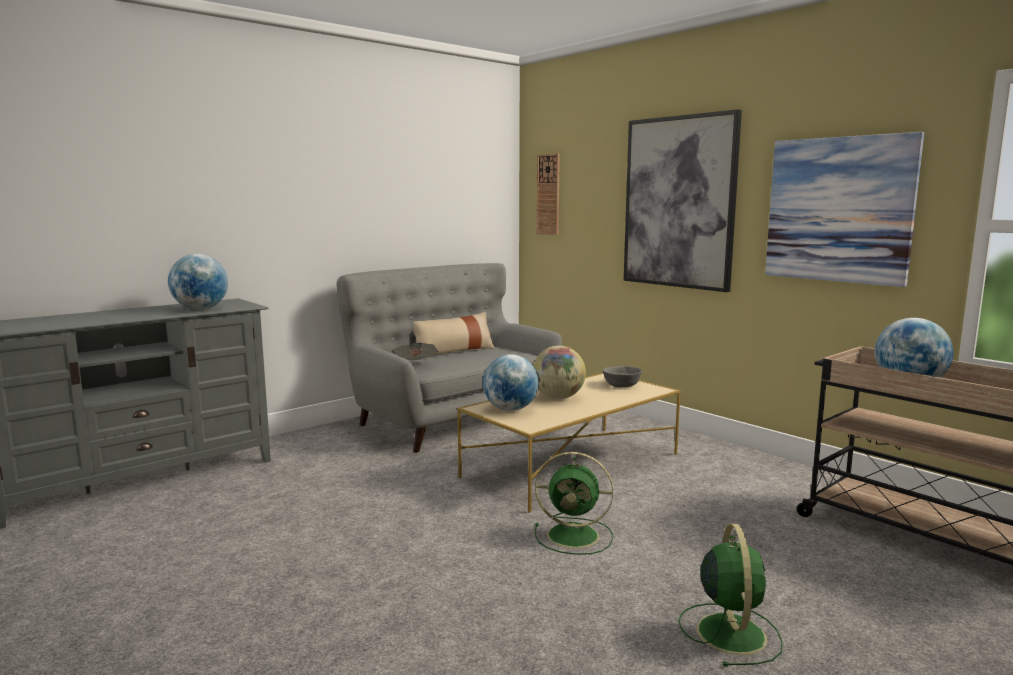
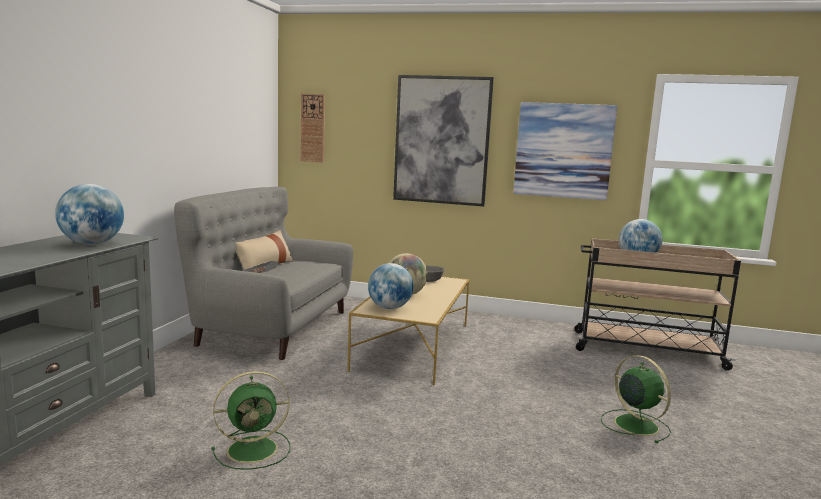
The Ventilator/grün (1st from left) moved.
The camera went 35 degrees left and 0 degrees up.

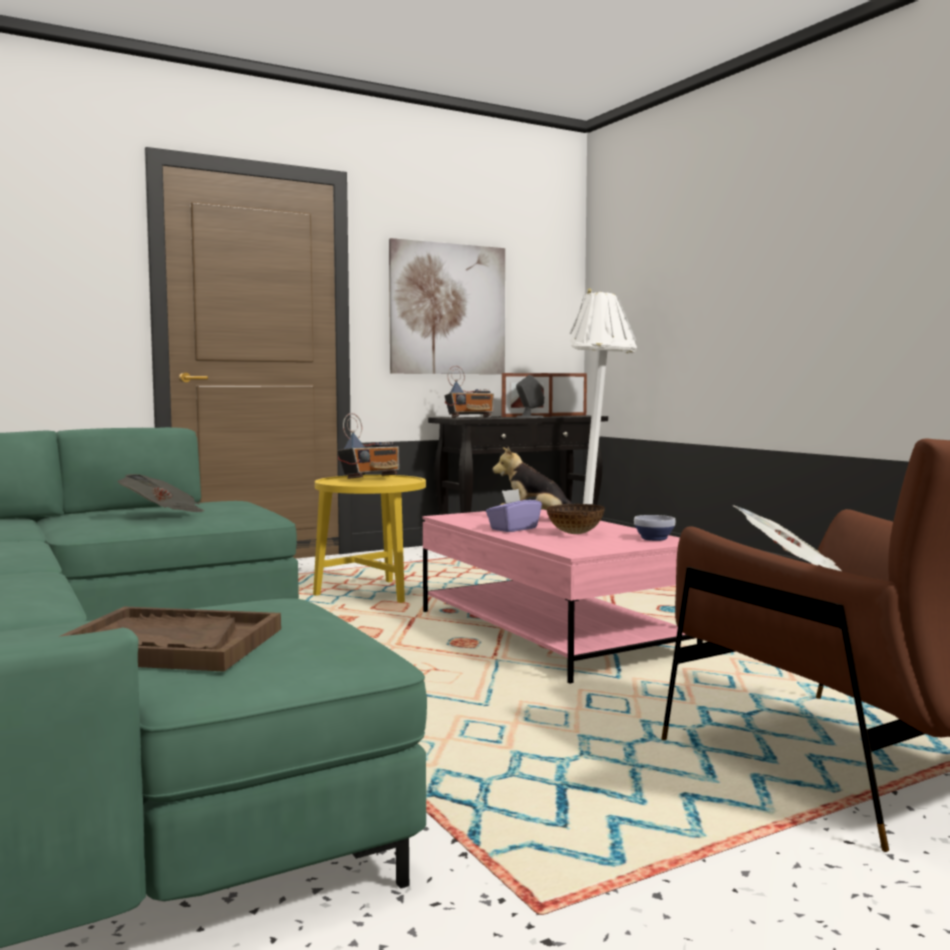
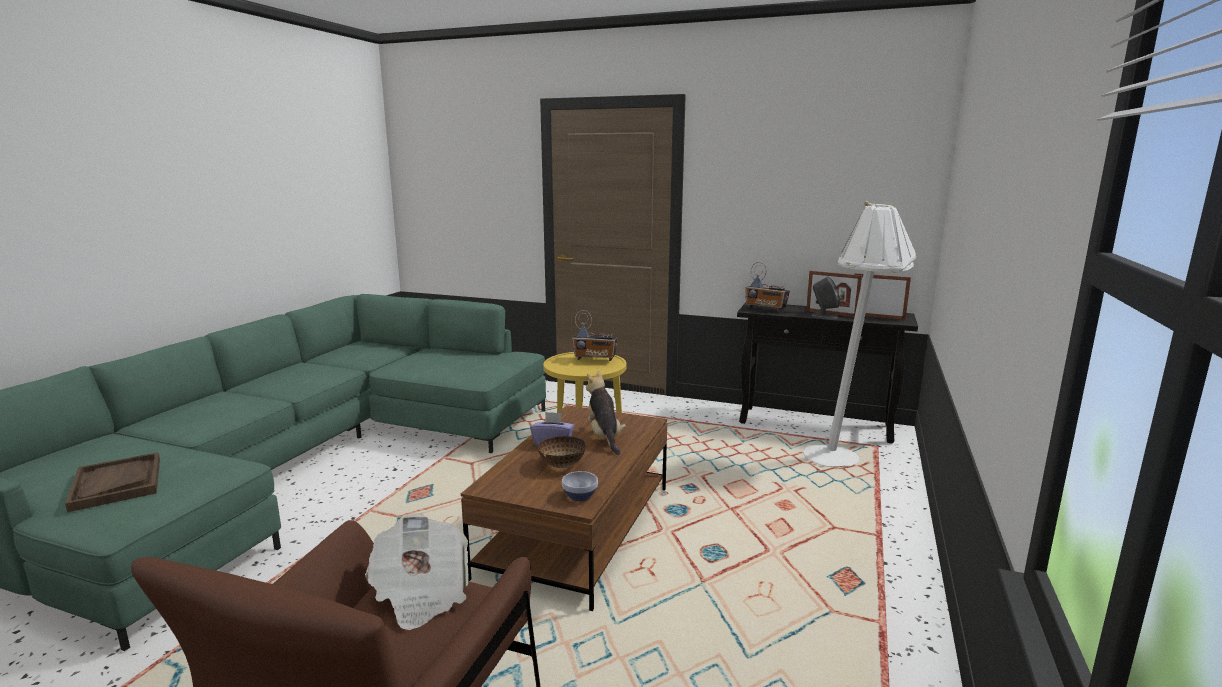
The Zeitung (1st from left) disappeared.
The Bild disappeared.
The Couchtisch/rosa became the Couchtisch/braun.
The camera went 50 degrees right and 10 degrees up.

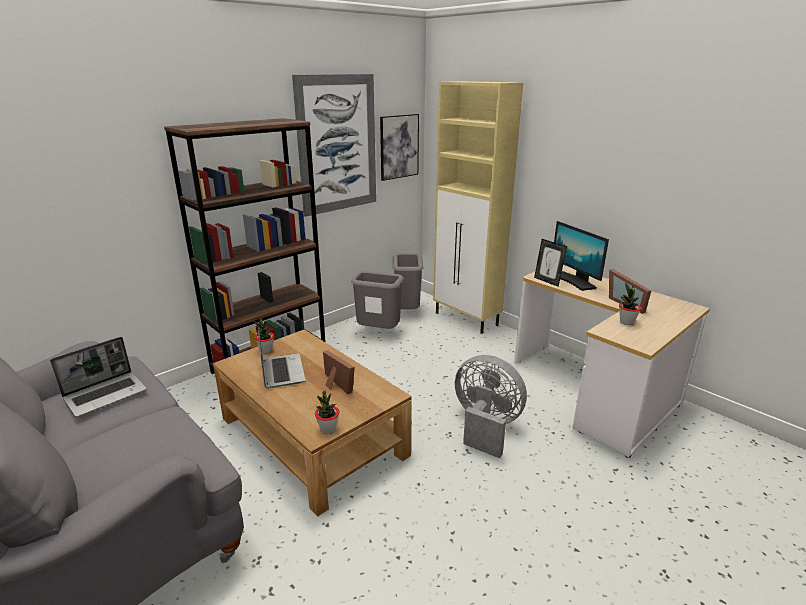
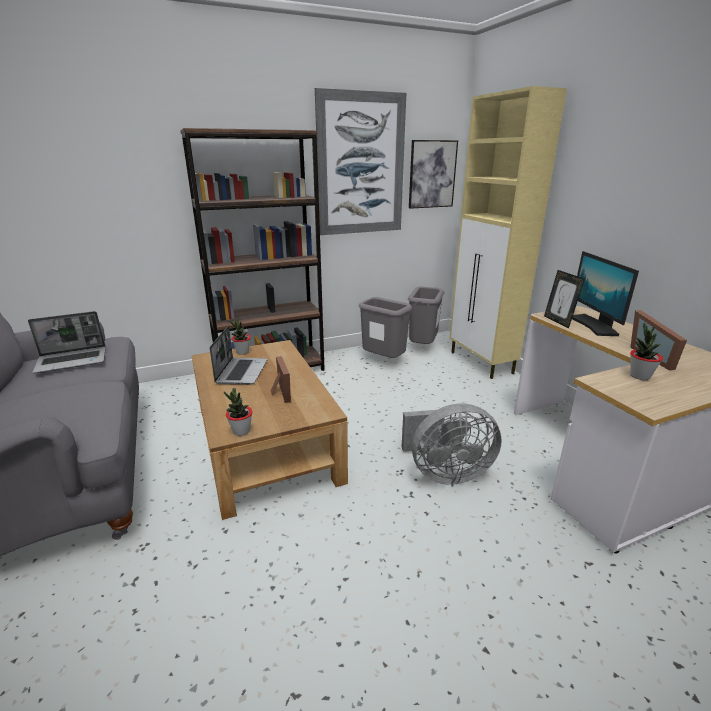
The Ventilator/grau turned 120 degrees clockwise.
The camera went 20 degrees right and 0 degrees up.

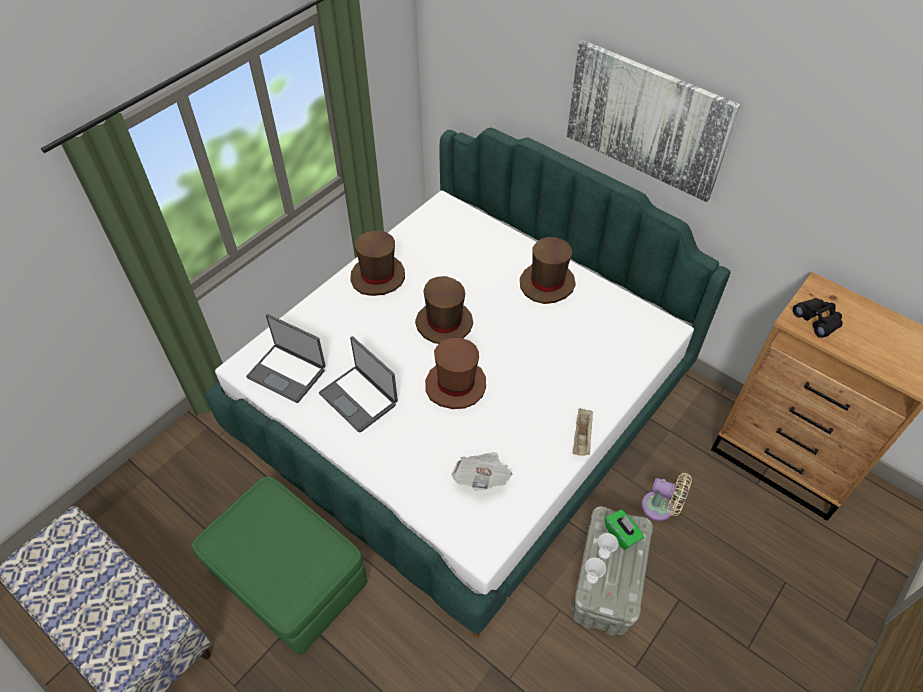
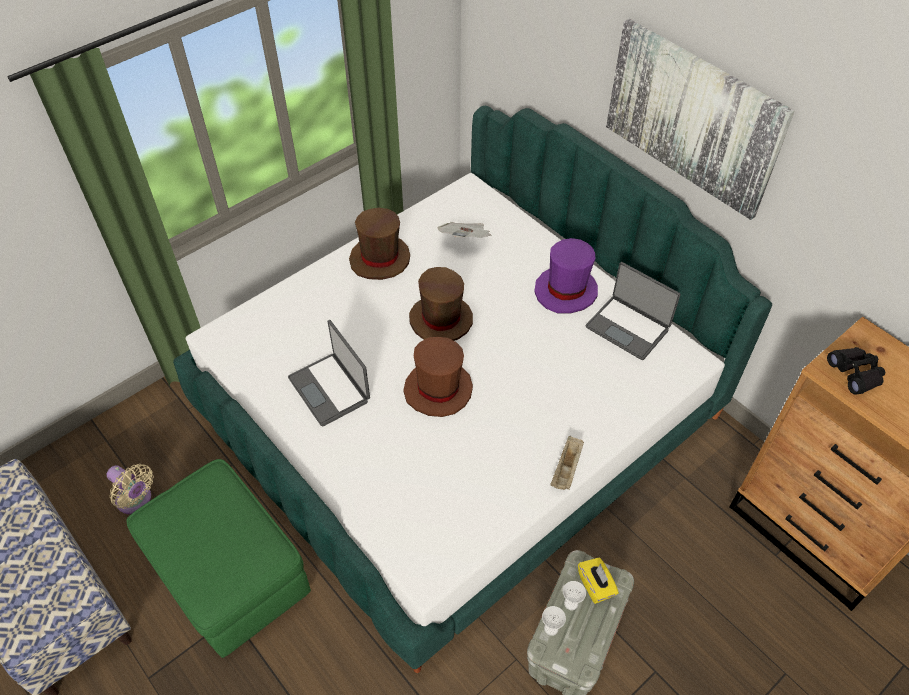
The Laptop (1st from left in the first image) moved.
The Zeitung moved.
The Ventilator/beige moved.
The Hut/braun (4th from left) became the Hut/lila.
The Taschentuchbox/grün became the Taschentuchbox/gelb.
The camera went 10 degrees right and 0 degrees up.

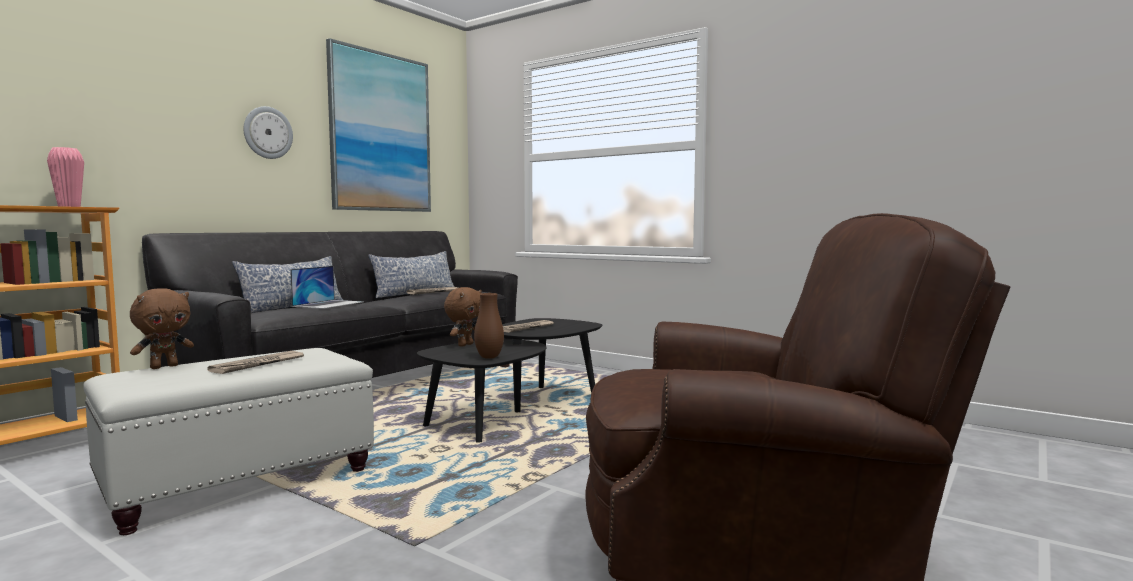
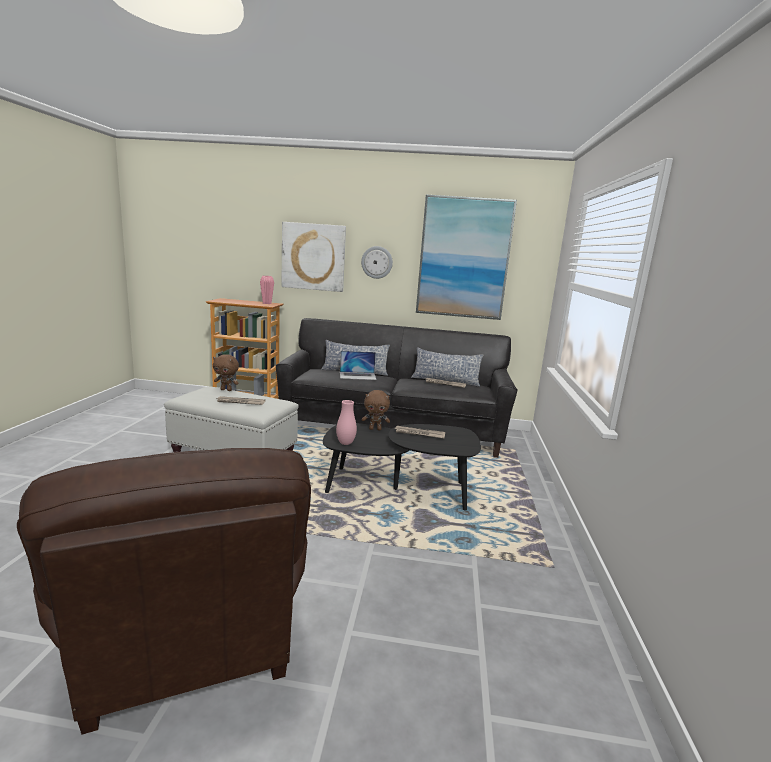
The Bild (1st from left) appeared.
The Vase/braun became the Vase/rosa (2nd from left).
The camera went 60 degrees right and 10 degrees up.

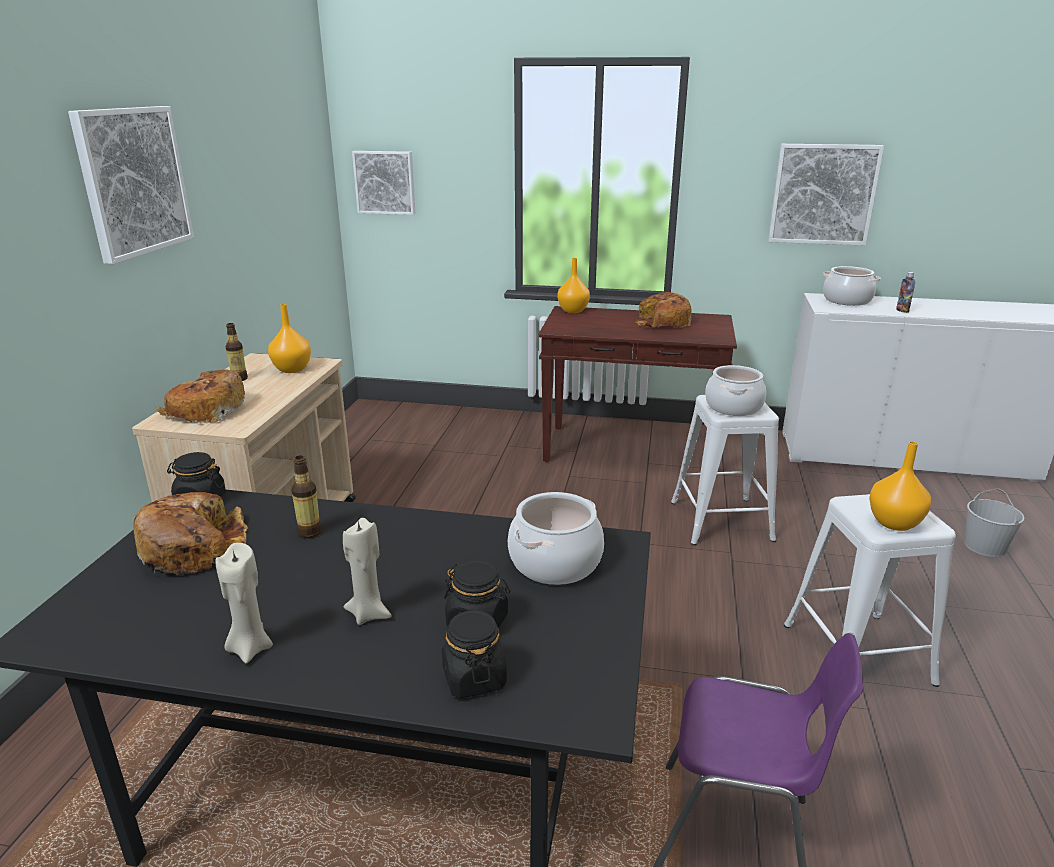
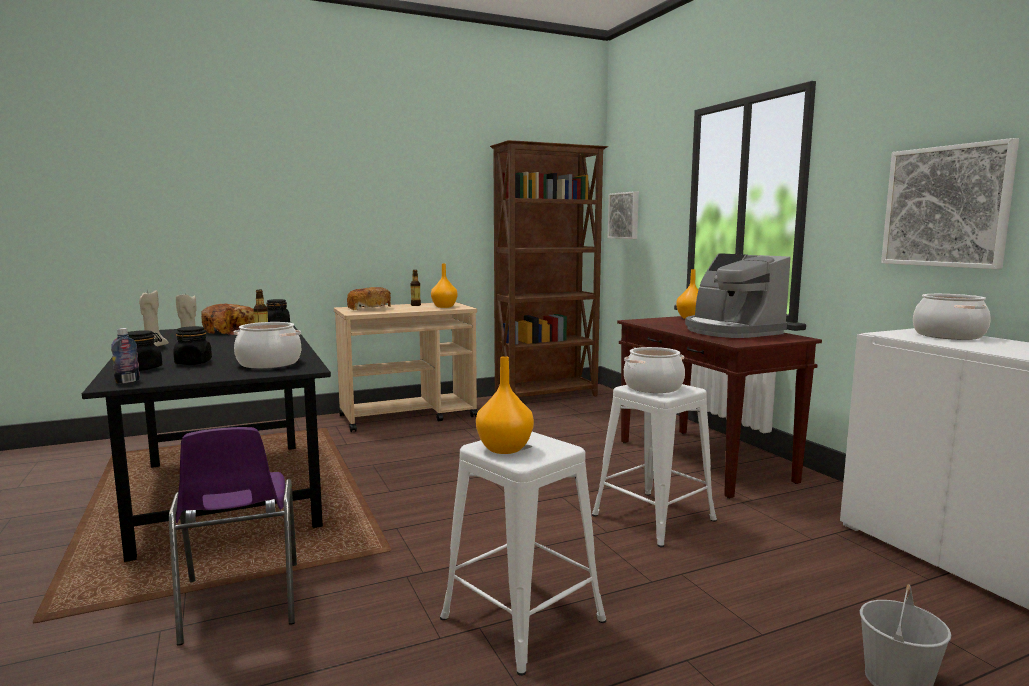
The Bild (1st from left) disappeared.
The Bücherregal/braun appeared.
The Flasche (3rd from left in the first image) moved.
The Brot (3rd from left) was replaced by the Kaffeemaschine.
The camera went 55 degrees right and 15 degrees down.

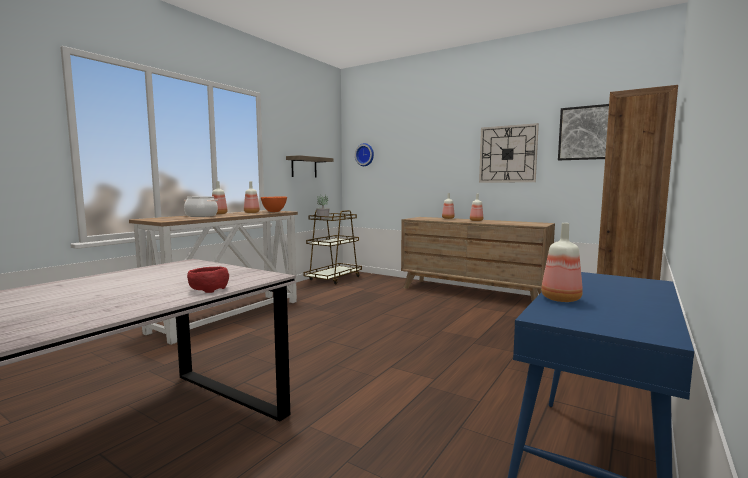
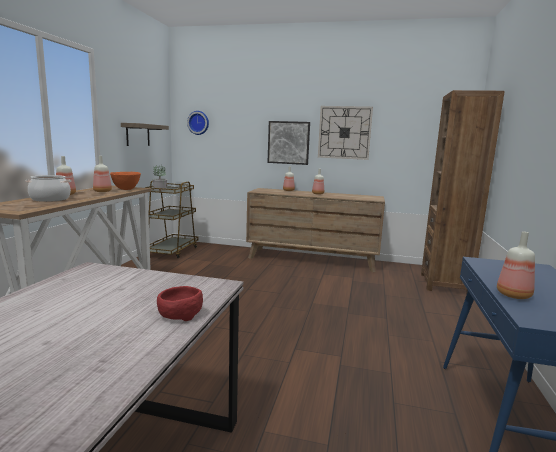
The Bild moved.
The camera went 20 degrees left and 5 degrees up.

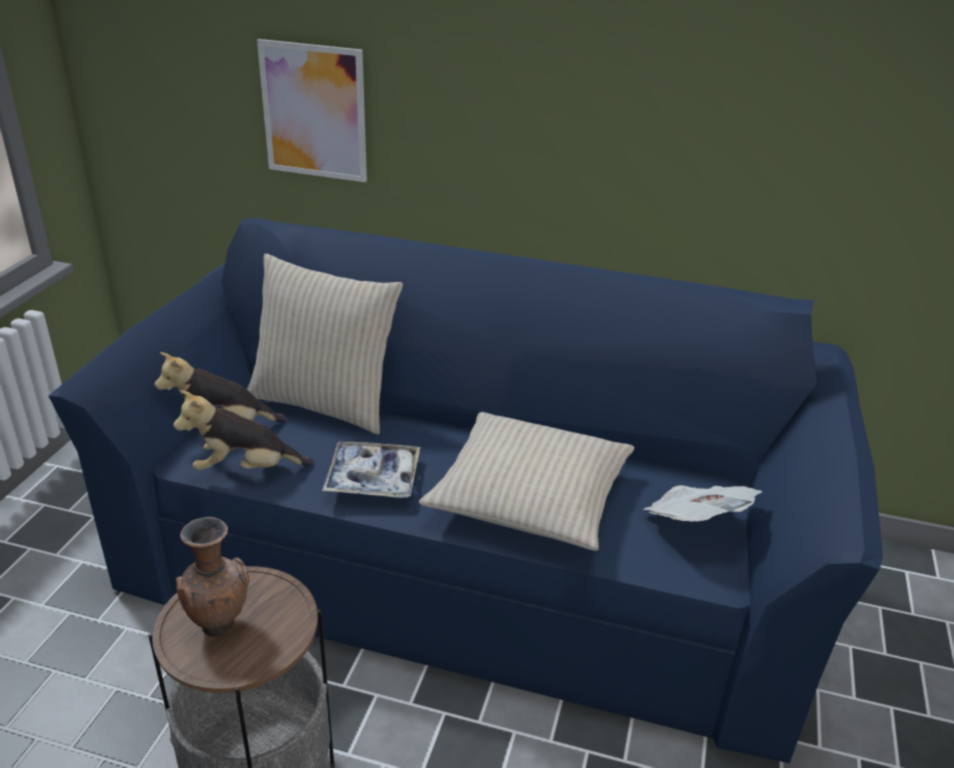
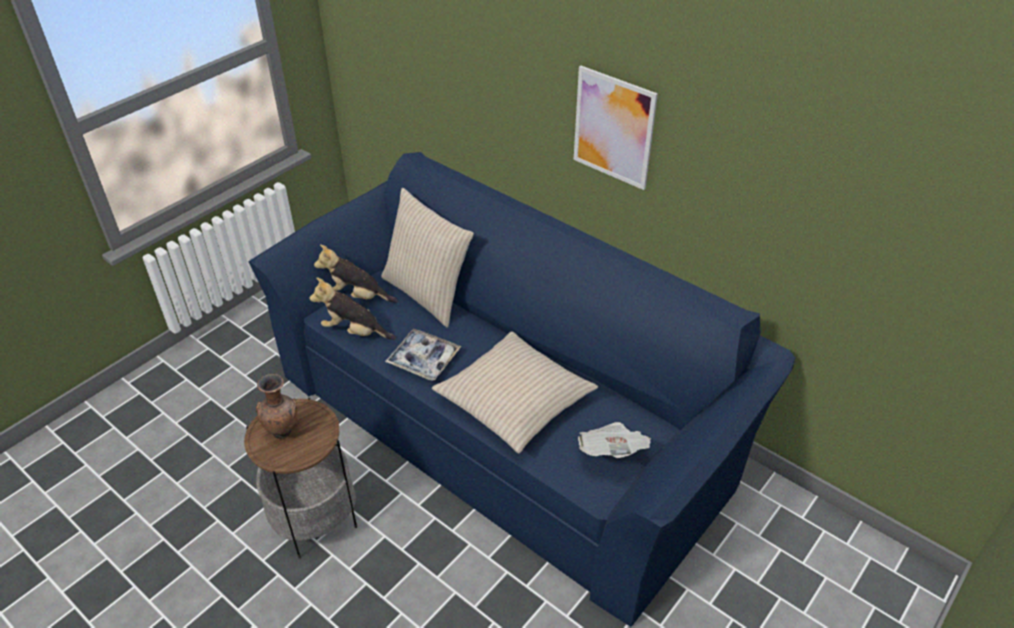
The Bild moved.
The camera went 25 degrees right and 10 degrees up.

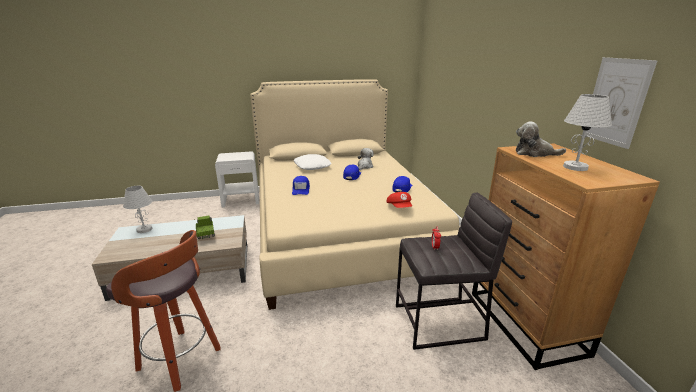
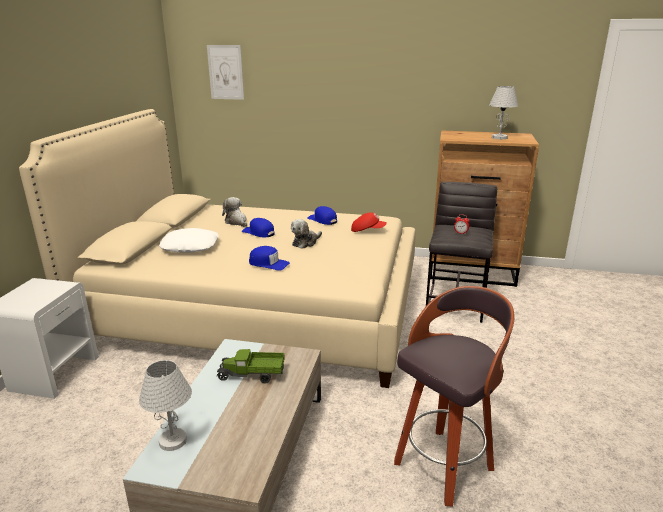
The Plüschtier (2nd from left) moved.
The Bild moved.
The camera went 65 degrees left and 0 degrees up.

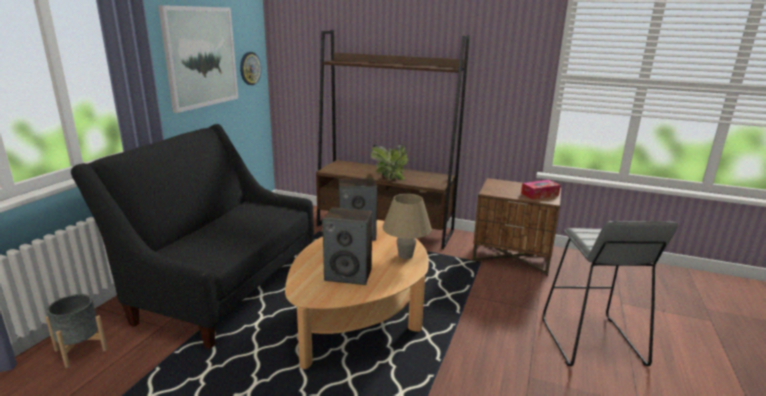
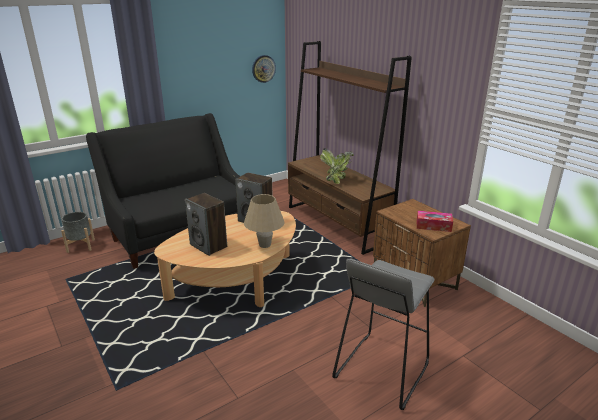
The Bild disappeared.
The camera went 35 degrees right and 5 degrees up.

